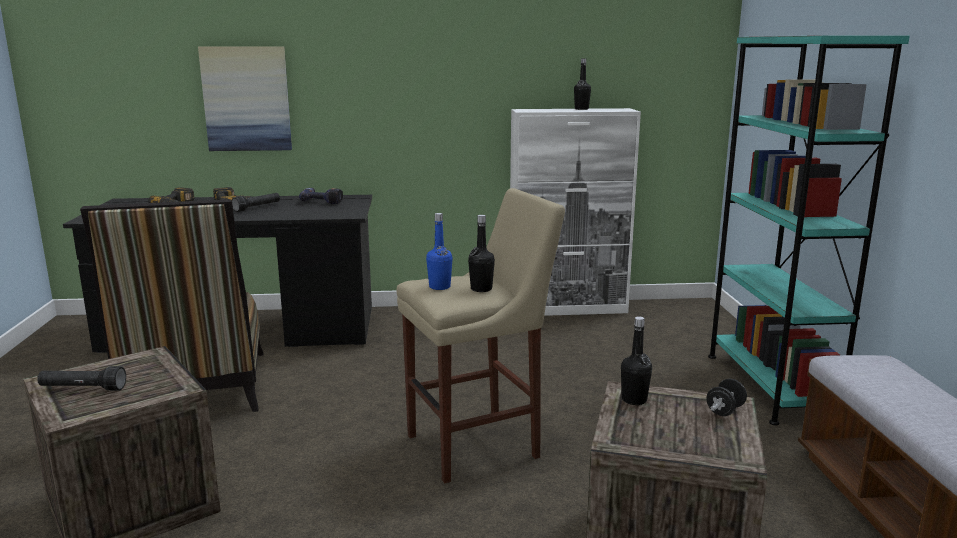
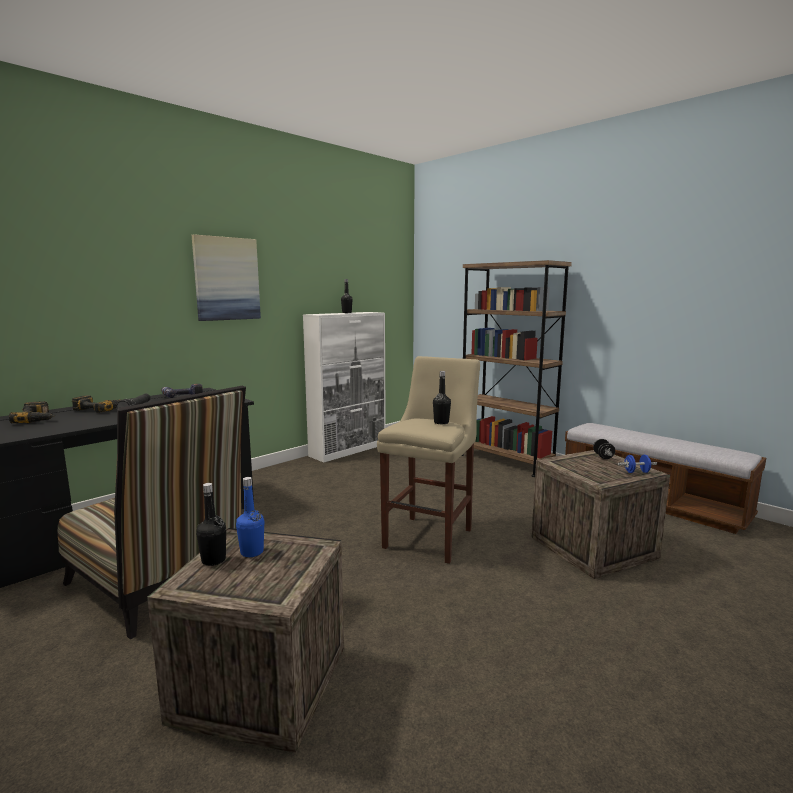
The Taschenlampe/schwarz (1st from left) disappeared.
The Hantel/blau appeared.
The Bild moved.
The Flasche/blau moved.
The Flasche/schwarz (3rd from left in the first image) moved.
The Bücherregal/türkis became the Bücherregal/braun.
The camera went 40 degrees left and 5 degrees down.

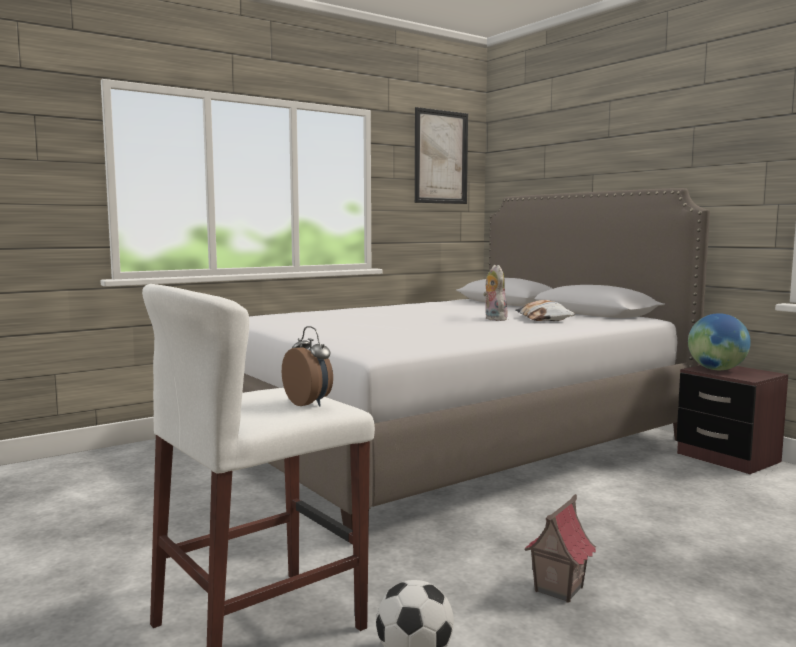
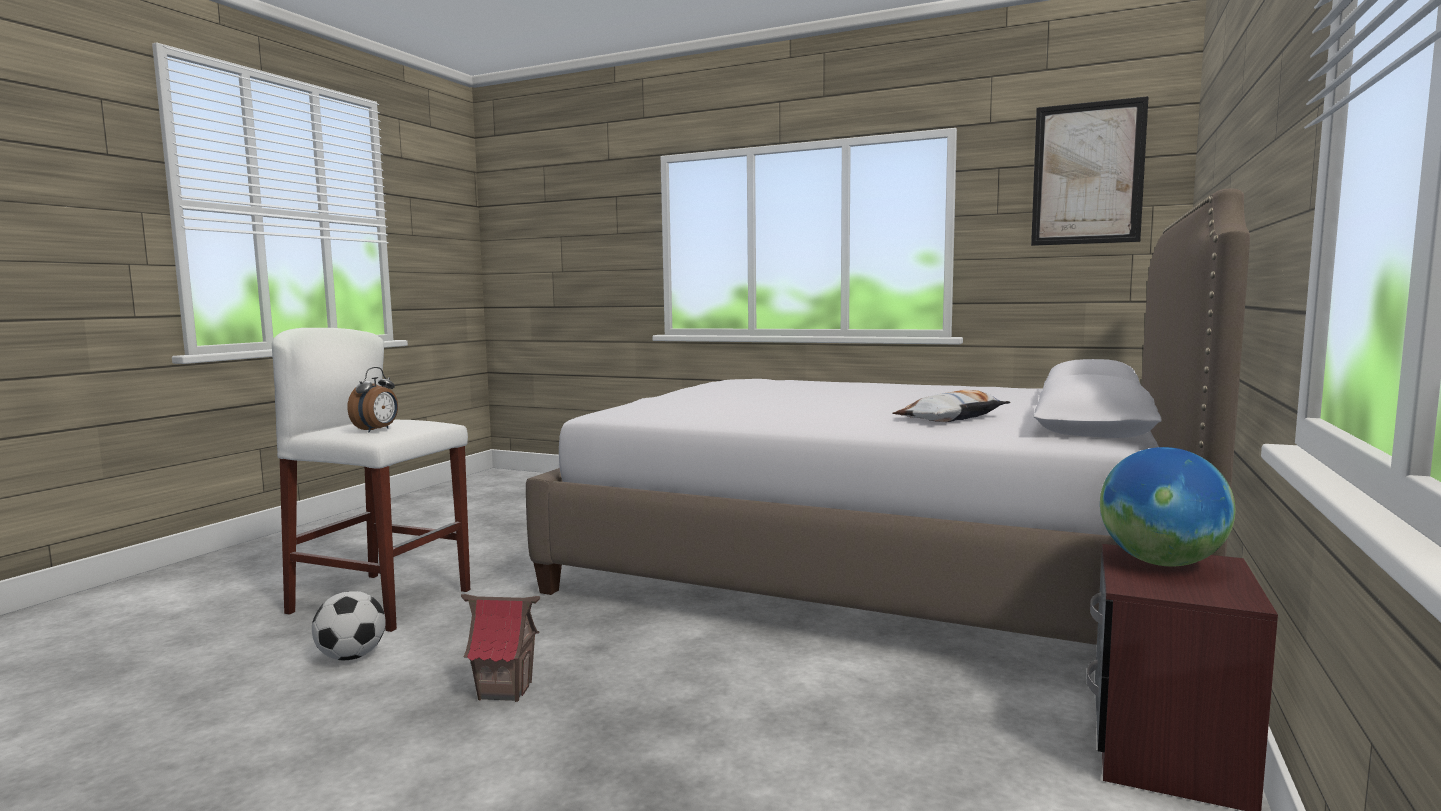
The Plüschtier disappeared.
The camera went 60 degrees right and 0 degrees up.

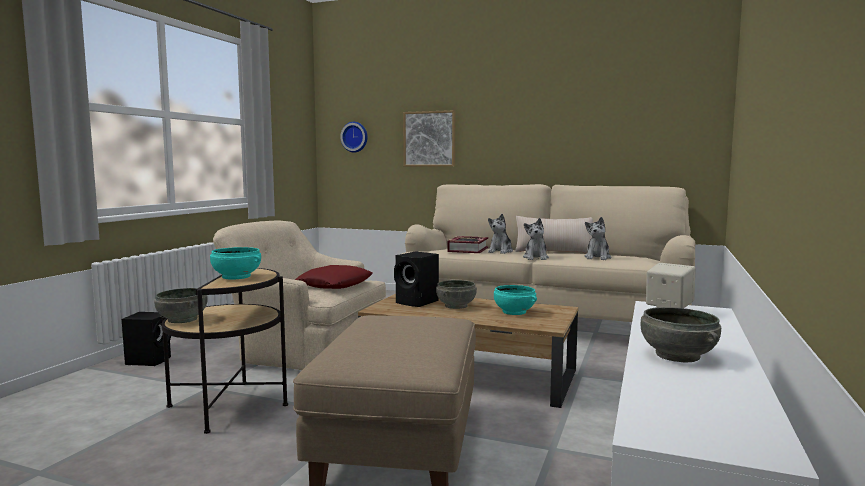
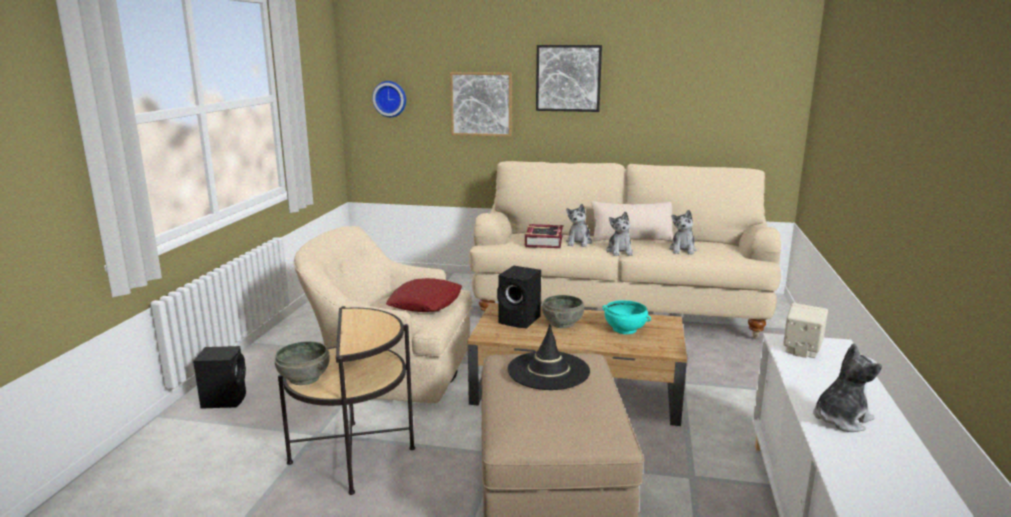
The Schüssel/türkis (1st from left) disappeared.
The Hut/schwarz appeared.
The Bild (2nd from left) appeared.
The Schüssel/grau (3rd from left) was replaced by the Plüschtier (4th from left).
The camera went 10 degrees left and 10 degrees up.

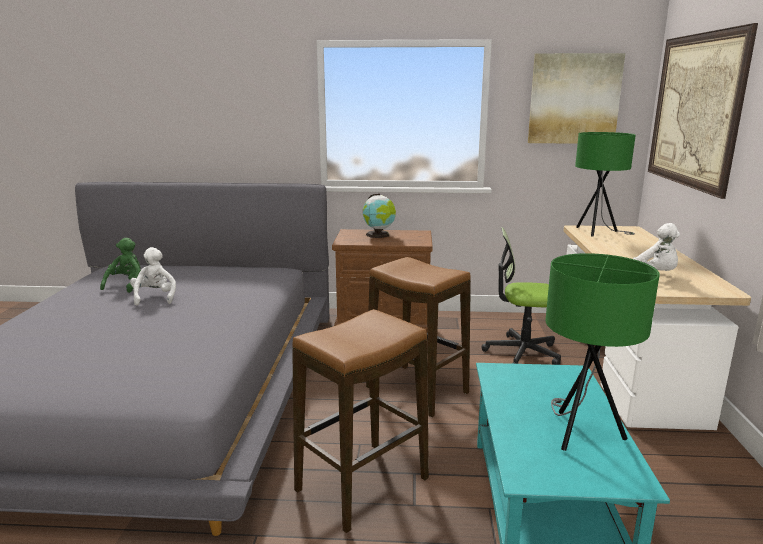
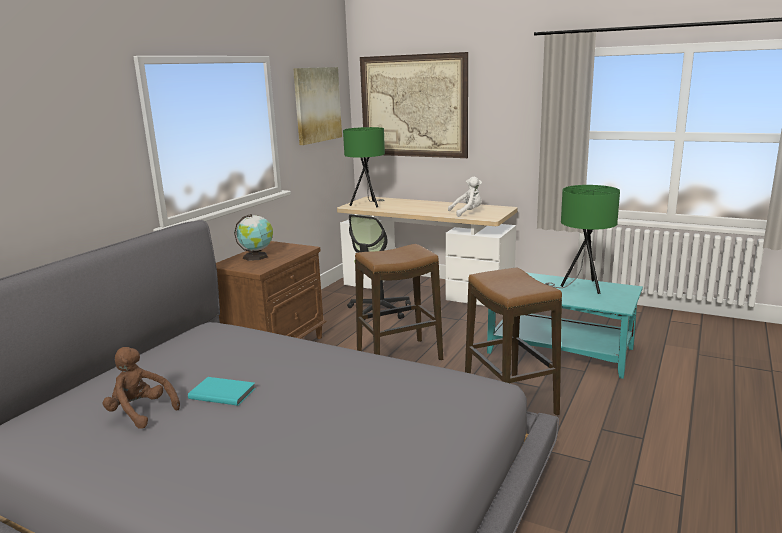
The Plüschtier/weiß (1st from left) was replaced by the Buch/türkis.
The Plüschtier/grün became the Plüschtier/braun.
The camera went 65 degrees left and 0 degrees up.

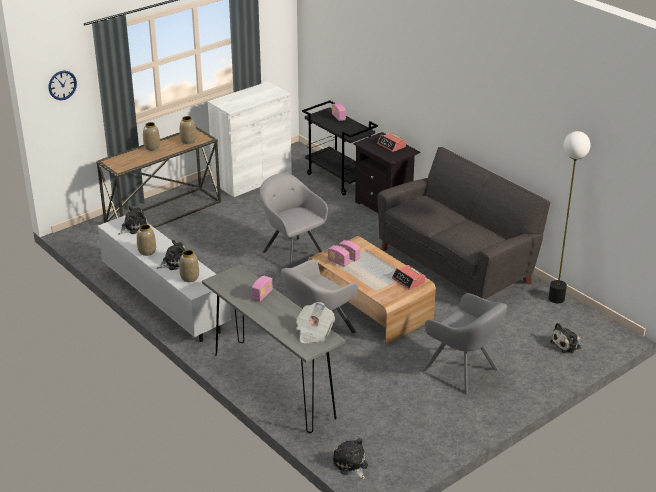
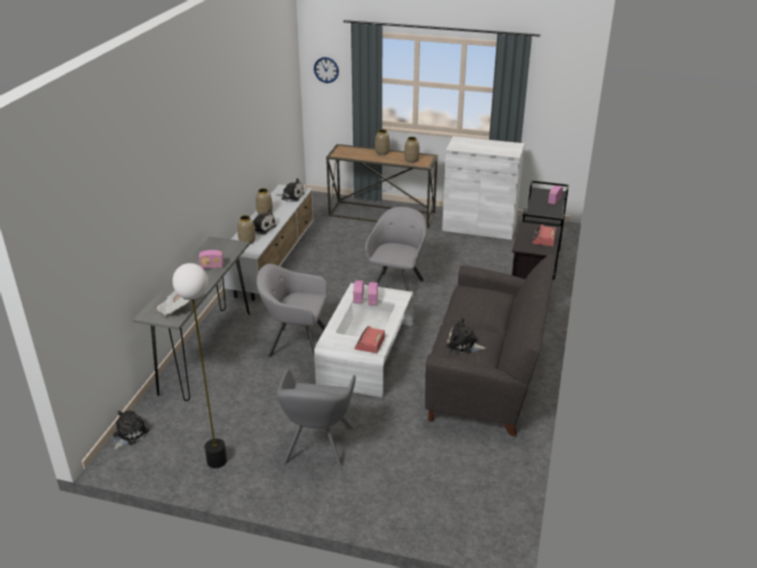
The Stehlampe moved.
The Plüschtier (4th from left) moved.
The Couchtisch/braun became the Couchtisch/weiß.
The camera went 55 degrees right and 0 degrees up.

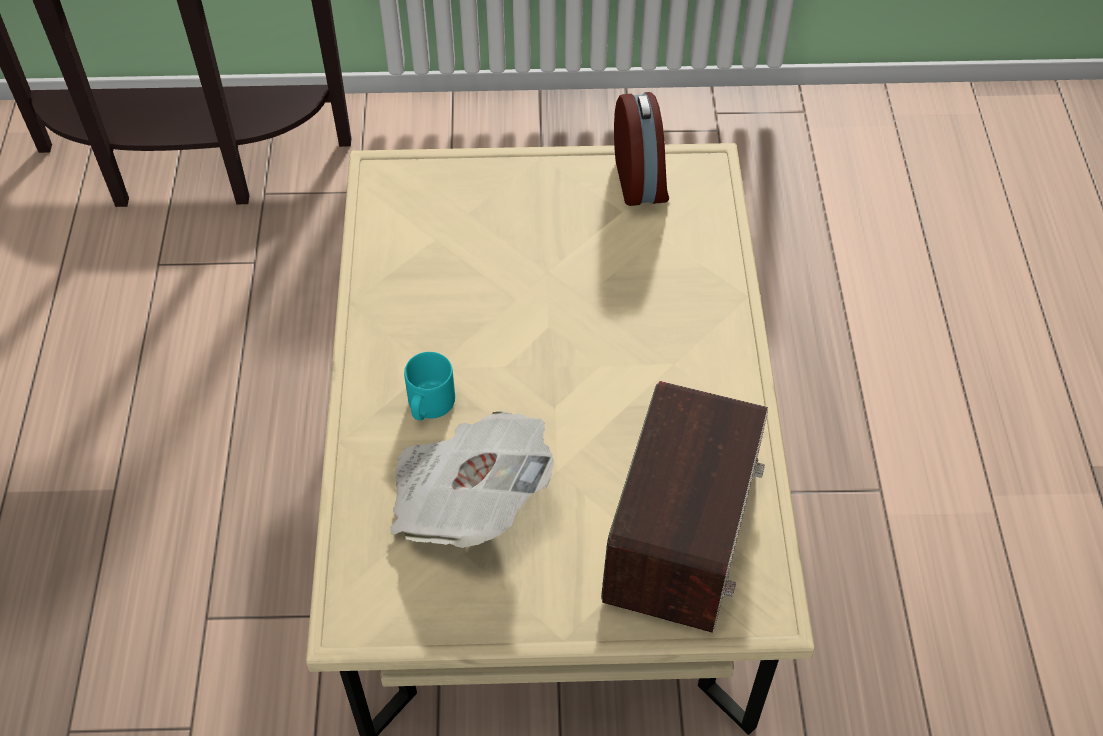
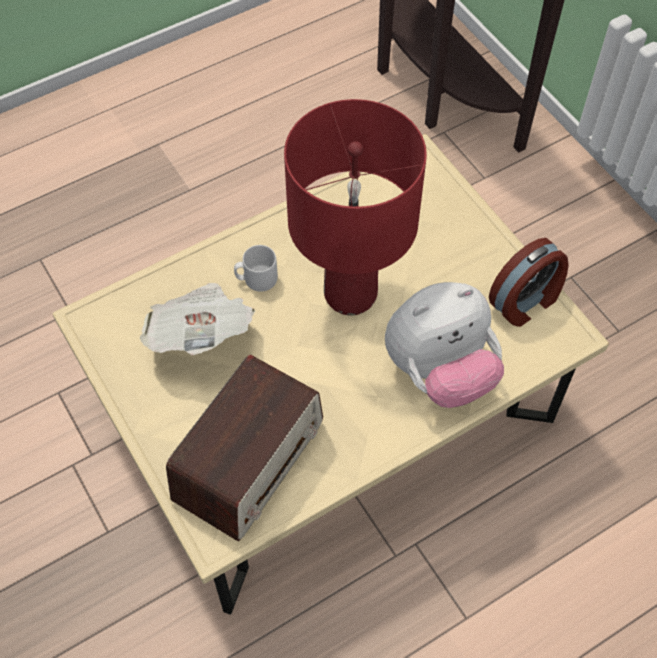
The Tischlampe/rot appeared.
The Plüschtier appeared.
The Henkelbecher/türkis became the Henkelbecher/grau.
The Radio turned 45 degrees counterclockwise.
The camera went 60 degrees right and 5 degrees up.

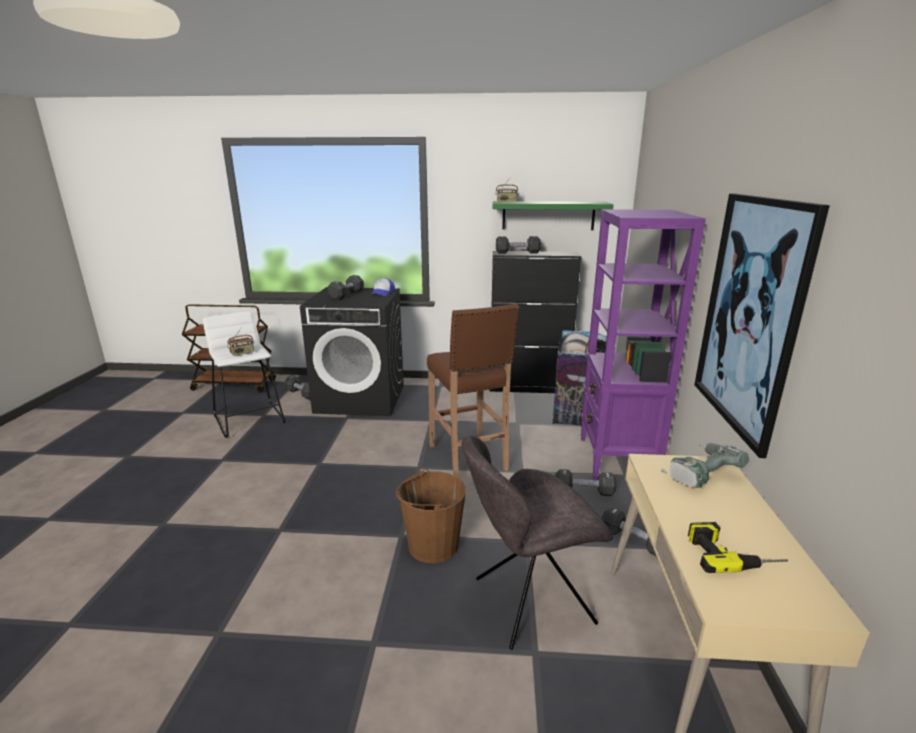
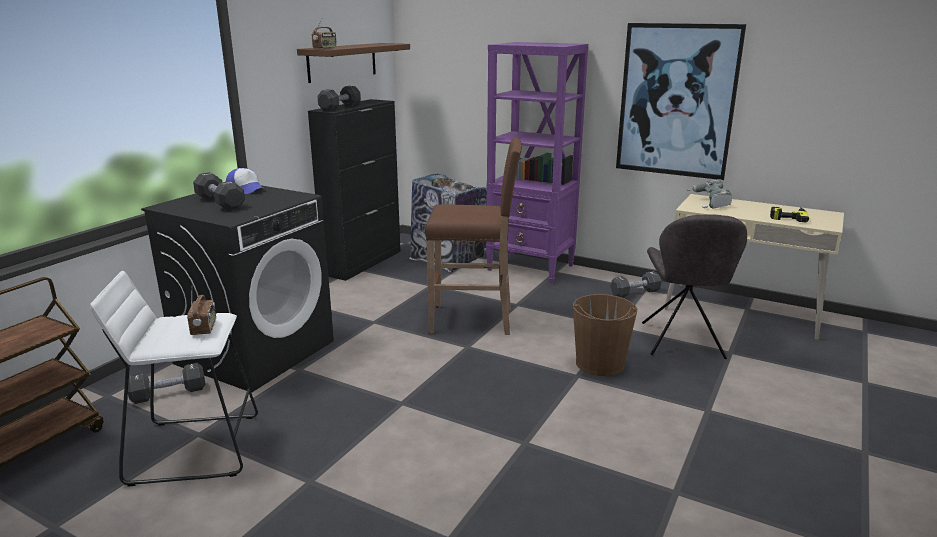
The Hantel/schwarz (4th from left) disappeared.
The Wandregal/grün became the Wandregal/braun.
The camera went 65 degrees left and 0 degrees up.

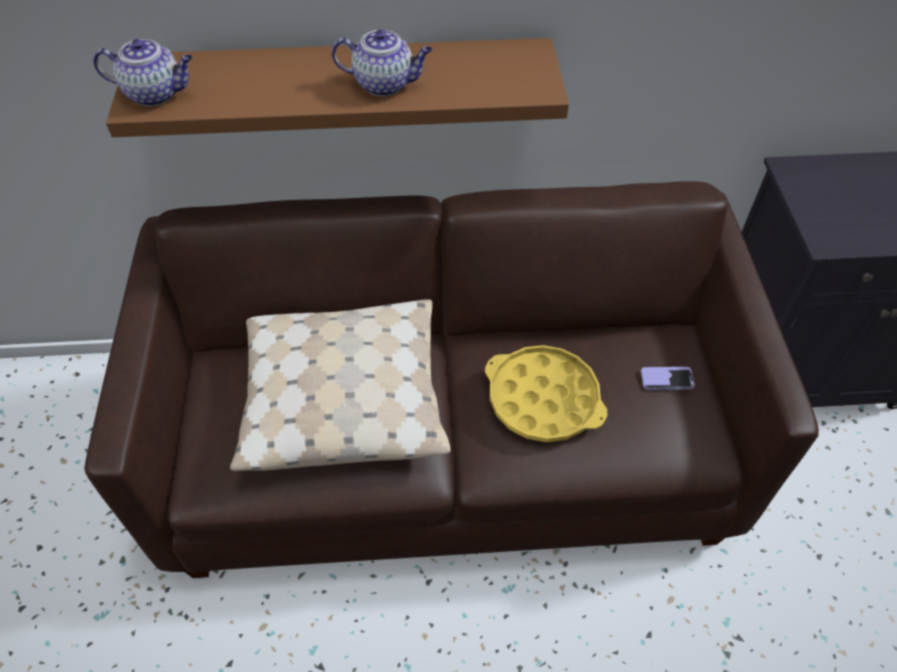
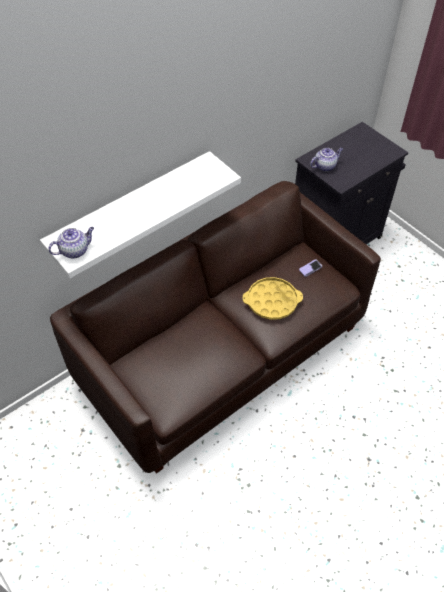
The Kissen/beige disappeared.
The Teekanne (2nd from left) moved.
The Wandregal/braun became the Wandregal/weiß.
The camera went 35 degrees left and 0 degrees up.

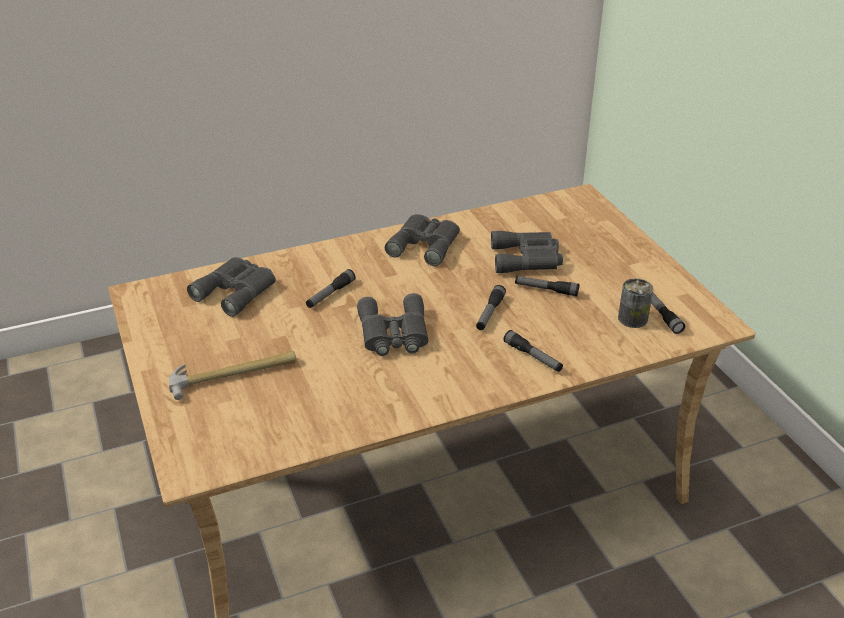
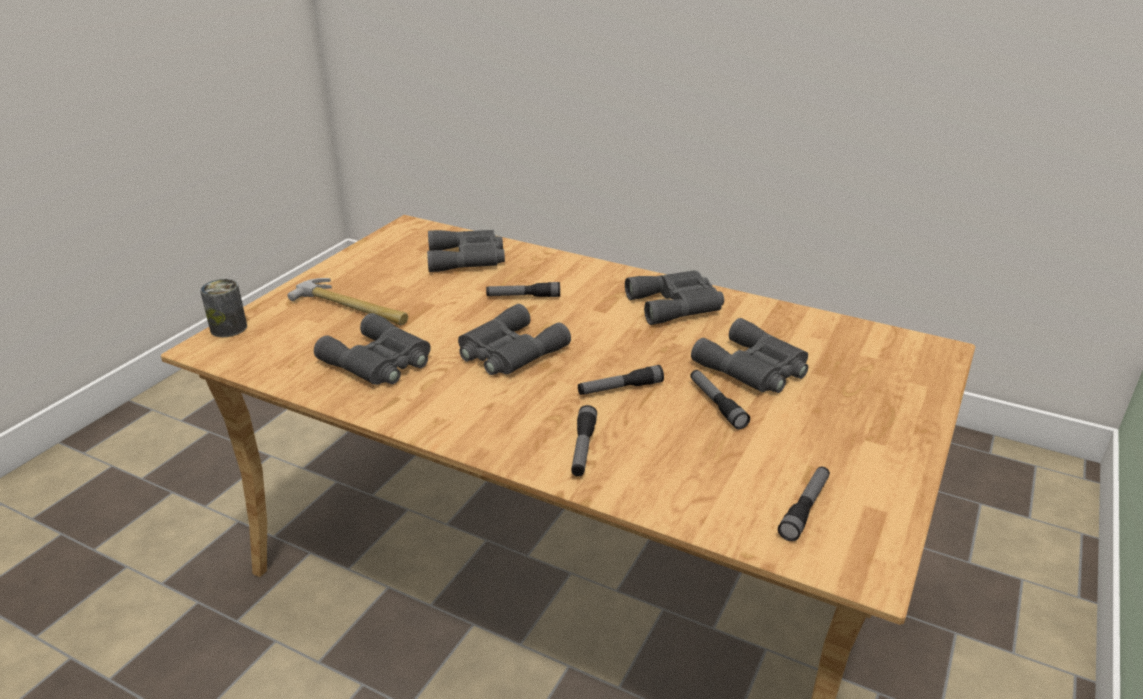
The Fernglas/grau (1st from left) appeared.
The Dose moved.
The camera went 50 degrees right and 5 degrees down.

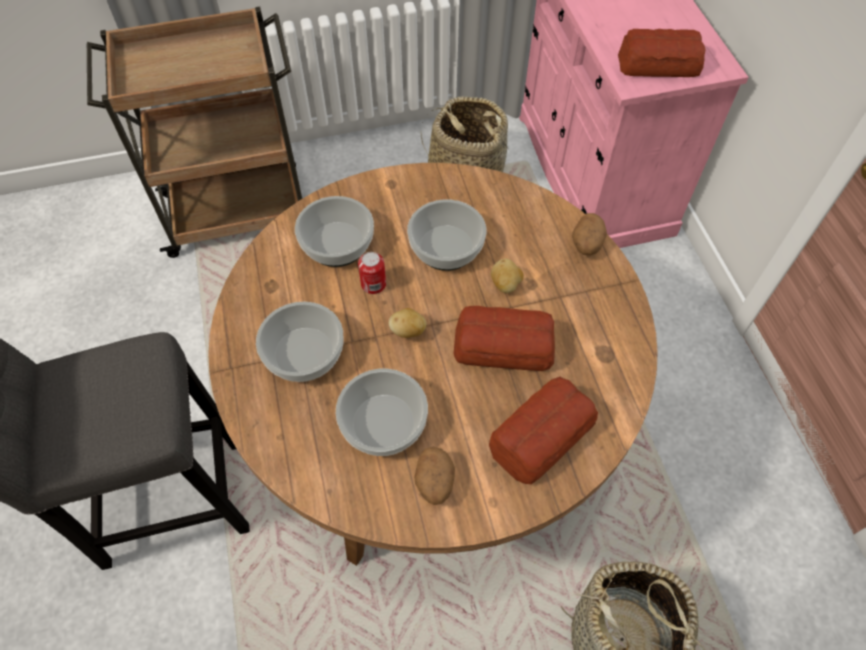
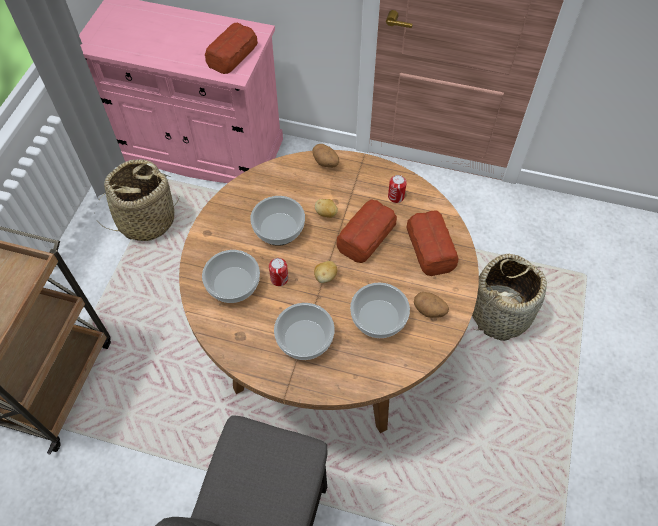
The Dose (2nd from left) appeared.
The camera went 60 degrees left and 0 degrees up.

